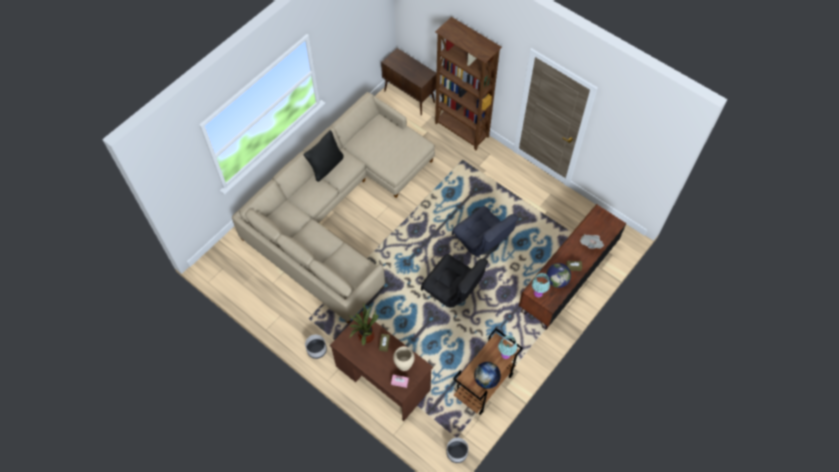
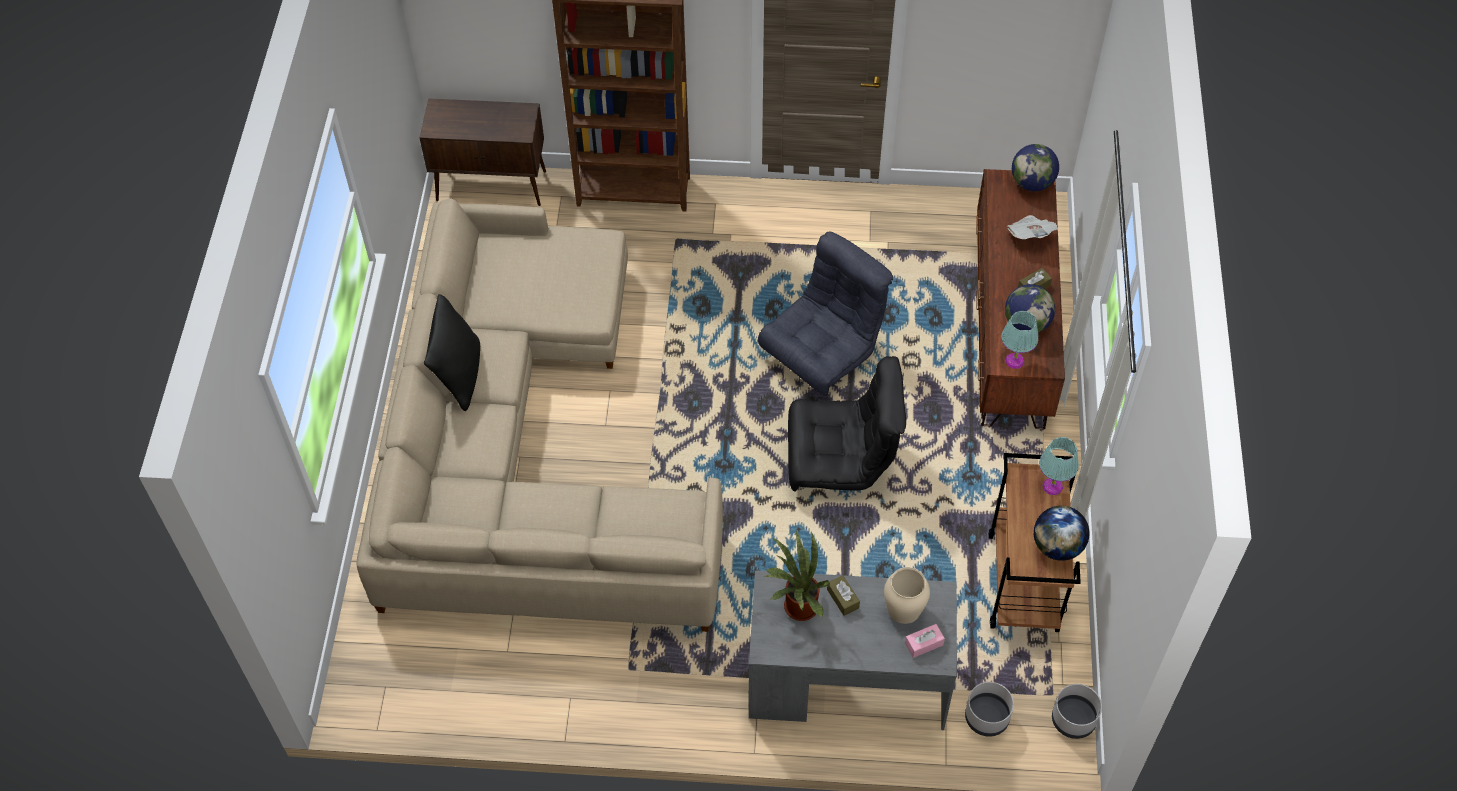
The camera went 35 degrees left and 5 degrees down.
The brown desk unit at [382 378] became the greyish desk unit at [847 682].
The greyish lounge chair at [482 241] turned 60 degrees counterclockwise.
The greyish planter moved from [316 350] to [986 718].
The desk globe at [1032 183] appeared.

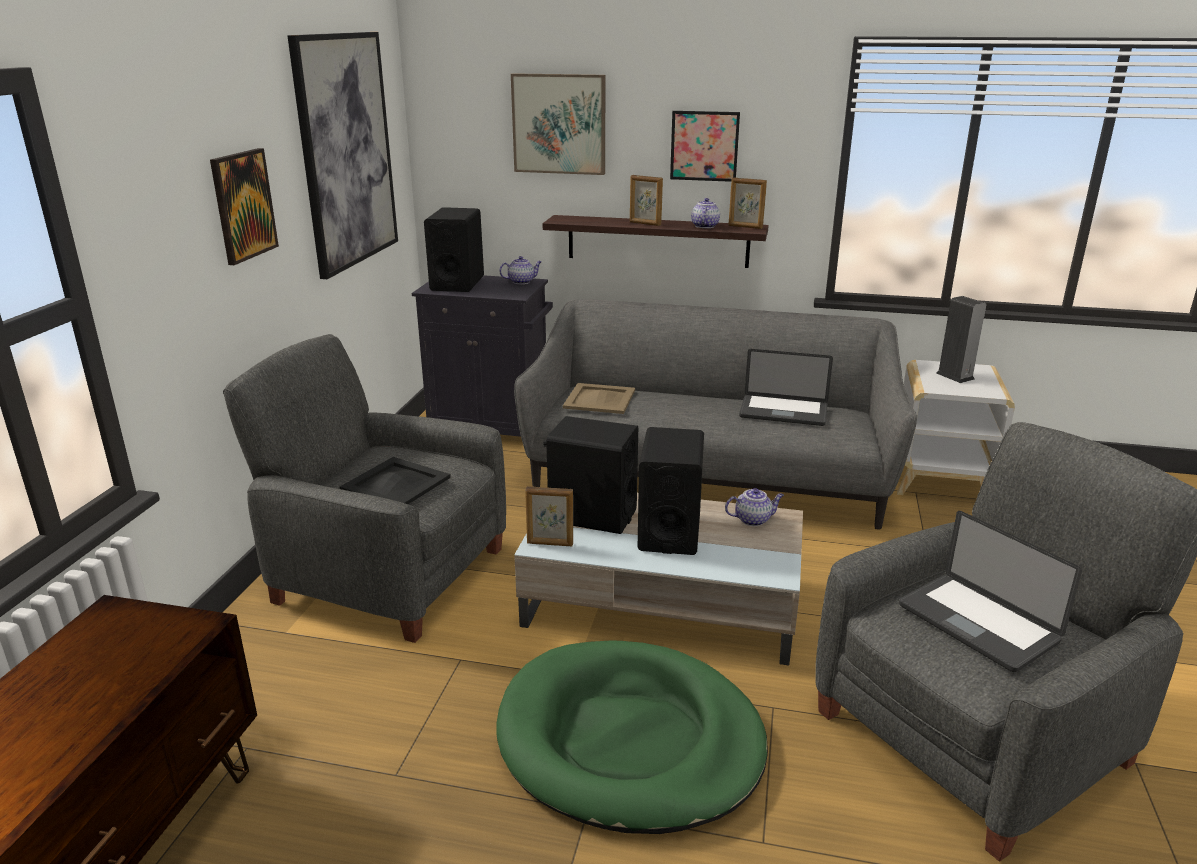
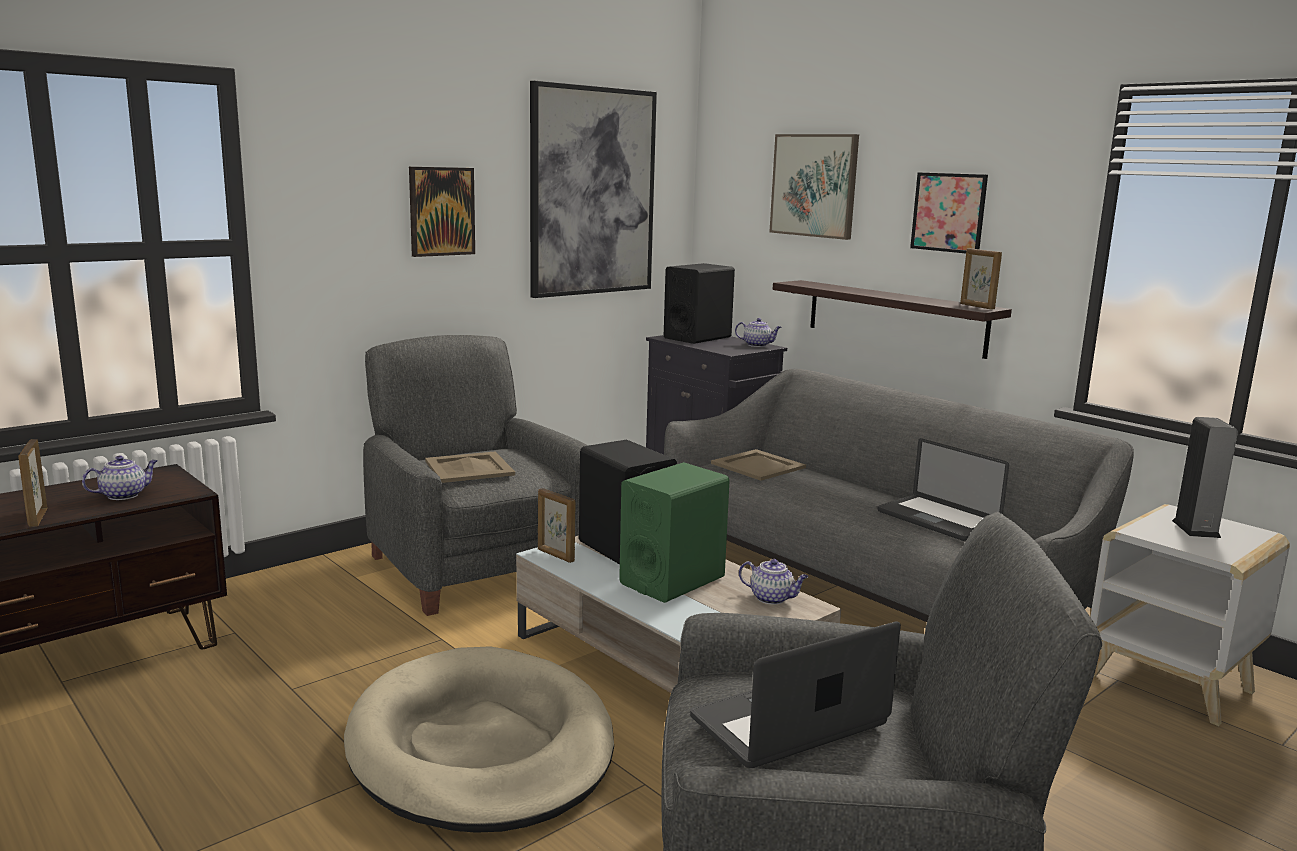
The camera went 35 degrees right and 10 degrees down.
The photo frame moved from [645 224] to [37 517].
The tea pot moved from [704 226] to [124 495].
The greenish pet bed at [629 741] became the beige pet bed at [481 747].
The black serving tray at [397 483] became the beige serving tray at [470 468].
The black speaker at [669 532] became the greenish speaker at [672 580].
The portable computer at [977 623] turned 60 degrees clockwise.

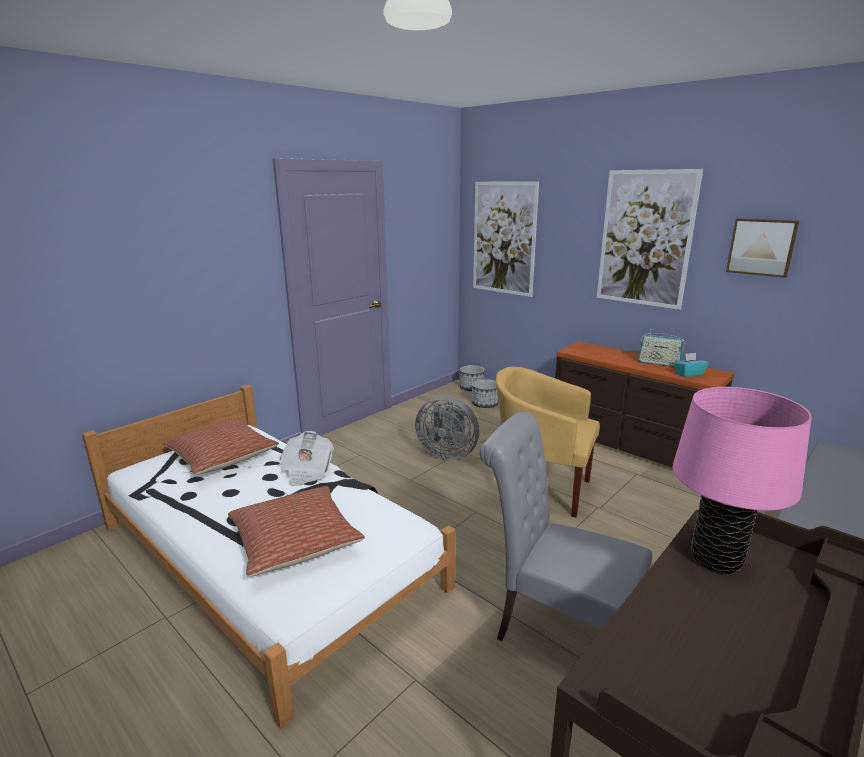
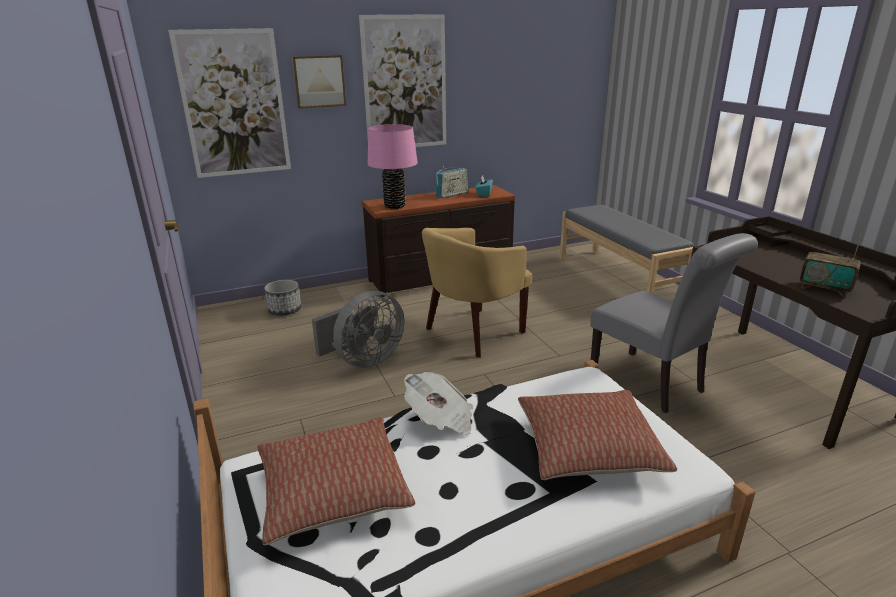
The camera went 65 degrees left and 5 degrees up.
The wall picture moved from [761 247] to [319 81].
The pink-coloured table lamp moved from [716 560] to [394 206].
The greyish plain chair at [557 631] turned 90 degrees counterclockwise.
The radio receiver at [824 288] appeared.
The planter at [471 388] disappeared.

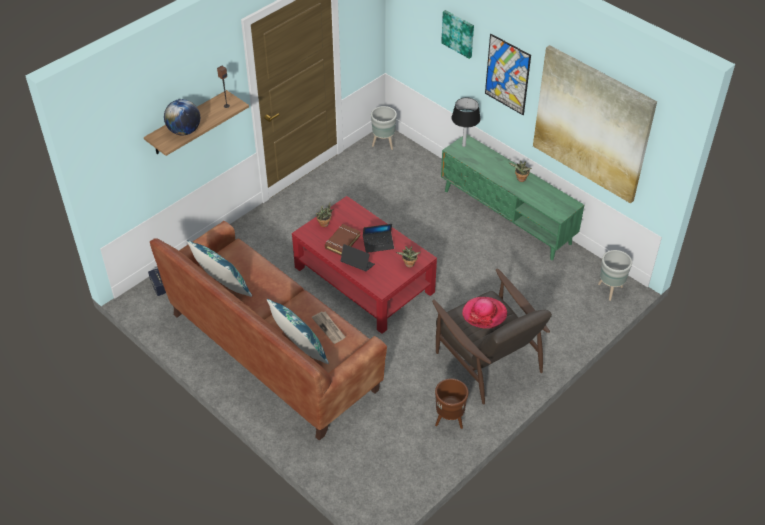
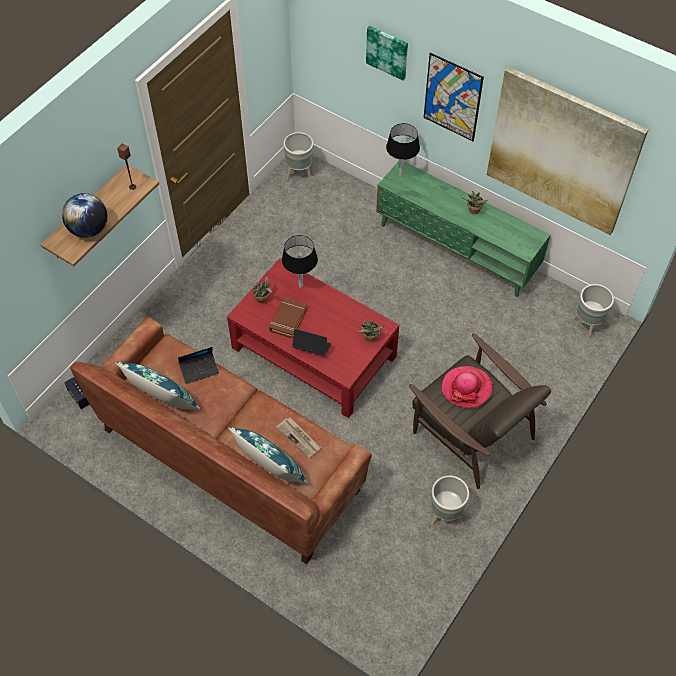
The camera went 10 degrees left and 10 degrees up.
The portable computer moved from [378 244] to [199 370].
The black table lamp at [301 286] appeared.
The brown planter at [449 421] became the greyish planter at [445 516].

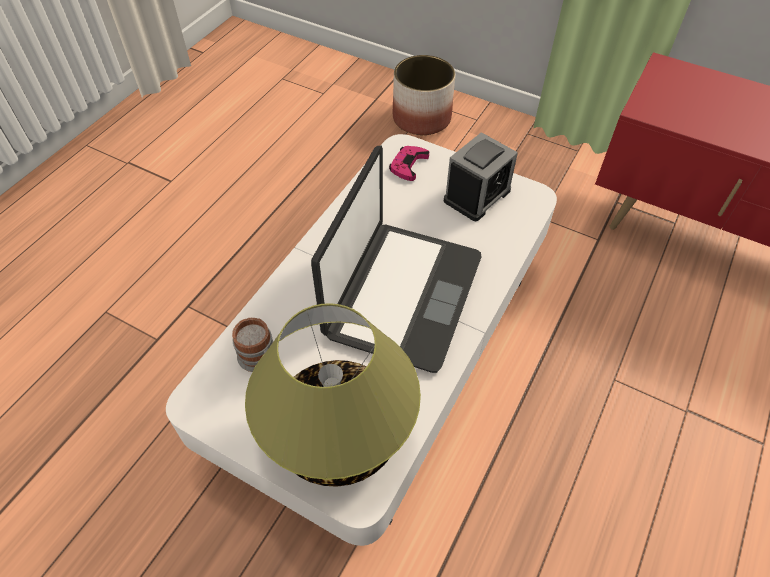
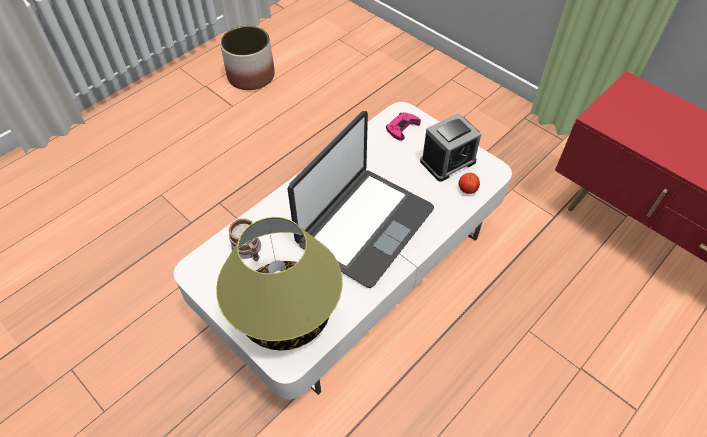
The camera went 15 degrees right and 0 degrees up.
The planter moved from [422 118] to [251 76].
The whole apple at [467 190] appeared.

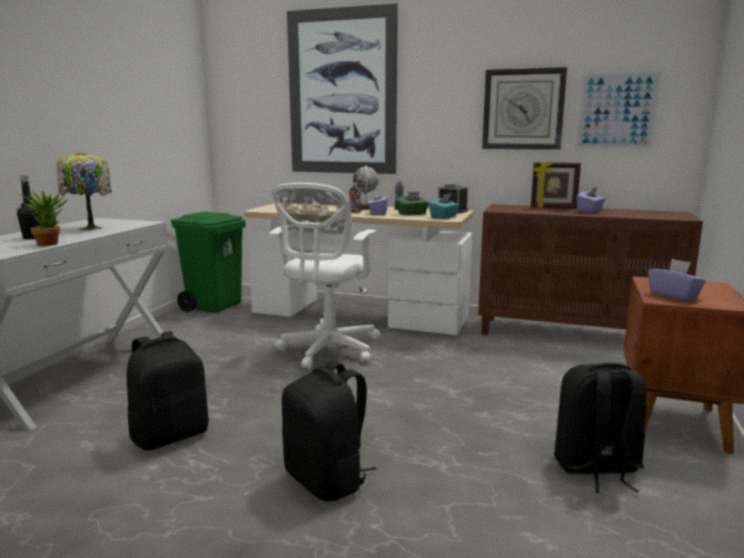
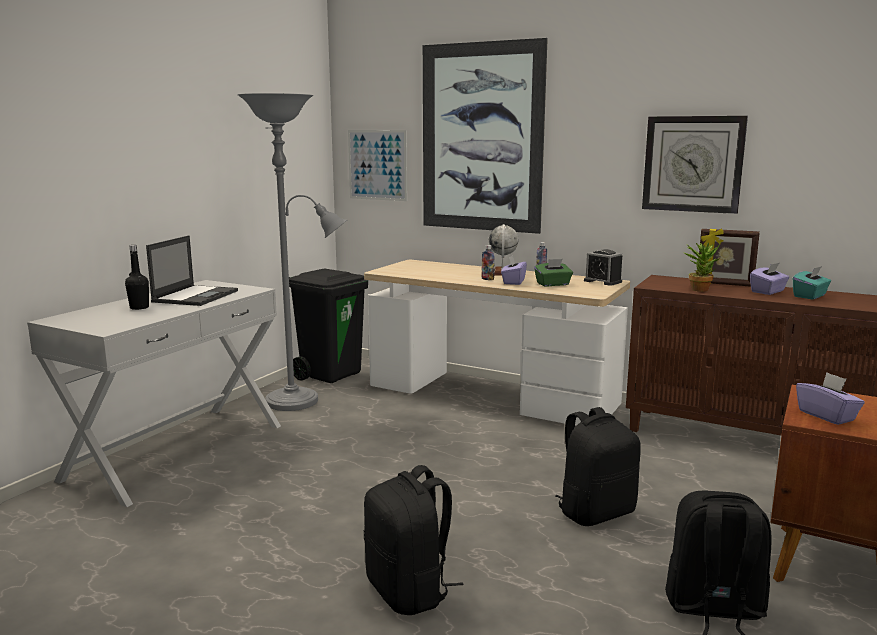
The camera went 10 degrees right and 0 degrees up.
The table lamp at [89 228] was replaced by the portable computer at [196 296].
The greyish floor lamp at [299 401] appeared.
The greenish trash can at [214 306] became the black trash can at [331 375].
The wall picture moved from [616 111] to [377 165].
The black knapsack moved from [171 435] to [595 512].
The potted plant moved from [50 243] to [700 289].
The blue-green box of tissues moved from [444 217] to [810 296].
The white-coloured office chair at [328 351] disappeared.

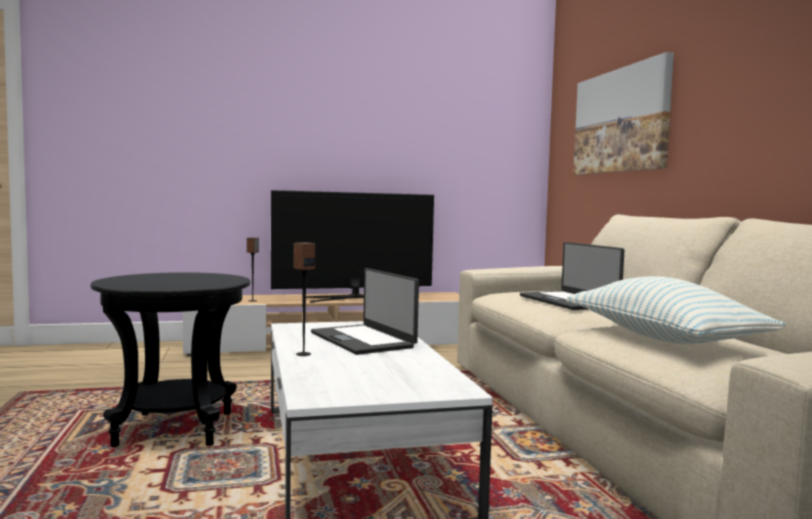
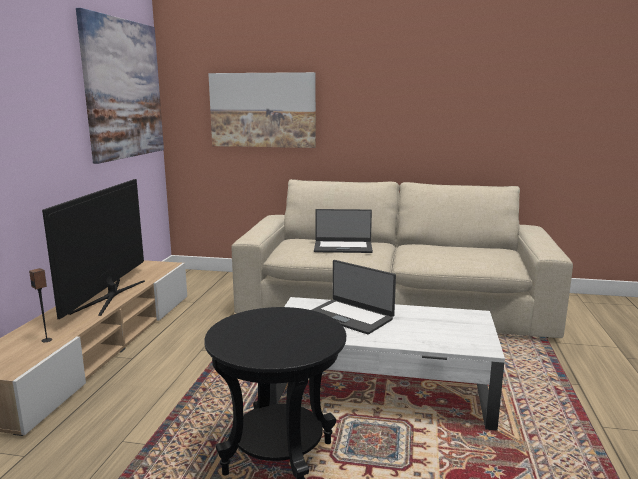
The camera went 65 degrees left and 10 degrees up.
The wall picture at [124 89] appeared.
The portable computer at [363 340] turned 45 degrees clockwise.
The speaker at [303 354] disappeared.
The throw pillow at [662 338] disappeared.

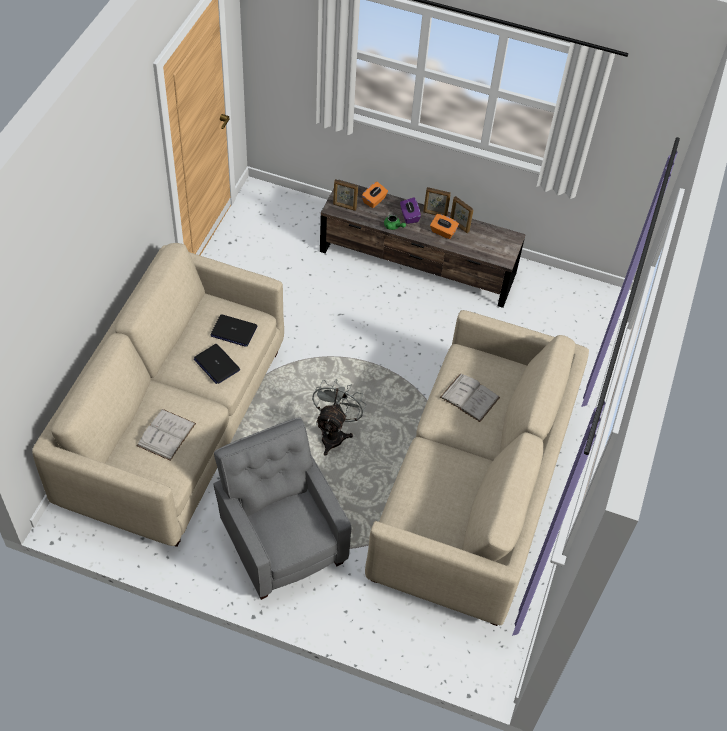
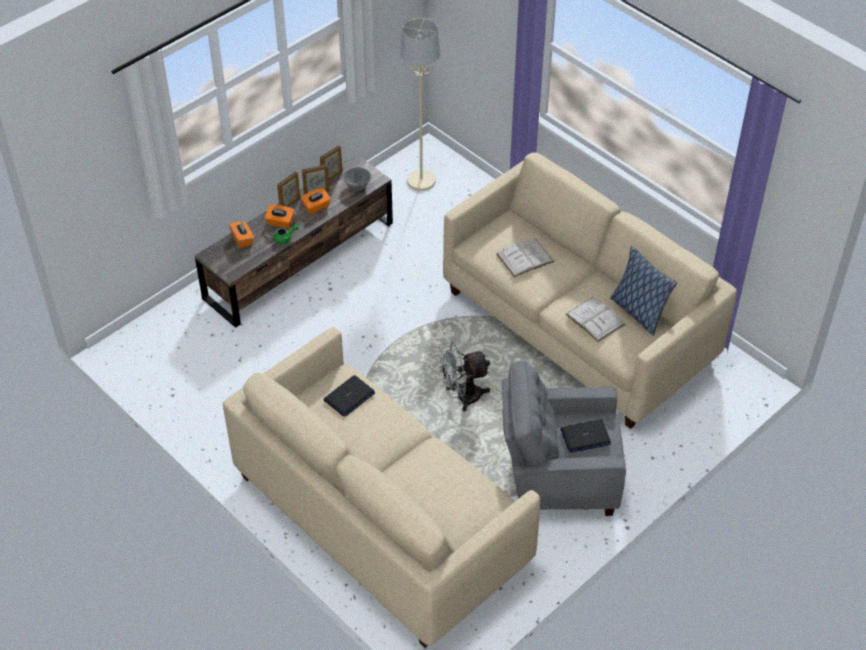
The camera went 60 degrees left and 5 degrees down.
The purple-coloured box of tissues at [409 216] became the orange box of tissues at [280 222].
The photo frame moved from [344 207] to [332 177].
The greyish serving bowl at [358 185] appeared.
The beige floor lamp at [421 180] appeared.
The greyish cooling fan at [334 433] turned 60 degrees counterclockwise.
The portable computer moved from [216 364] to [585 437].
The white-coloured bound book moved from [166 434] to [595 319].
The throw pillow at [638 312] appeared.

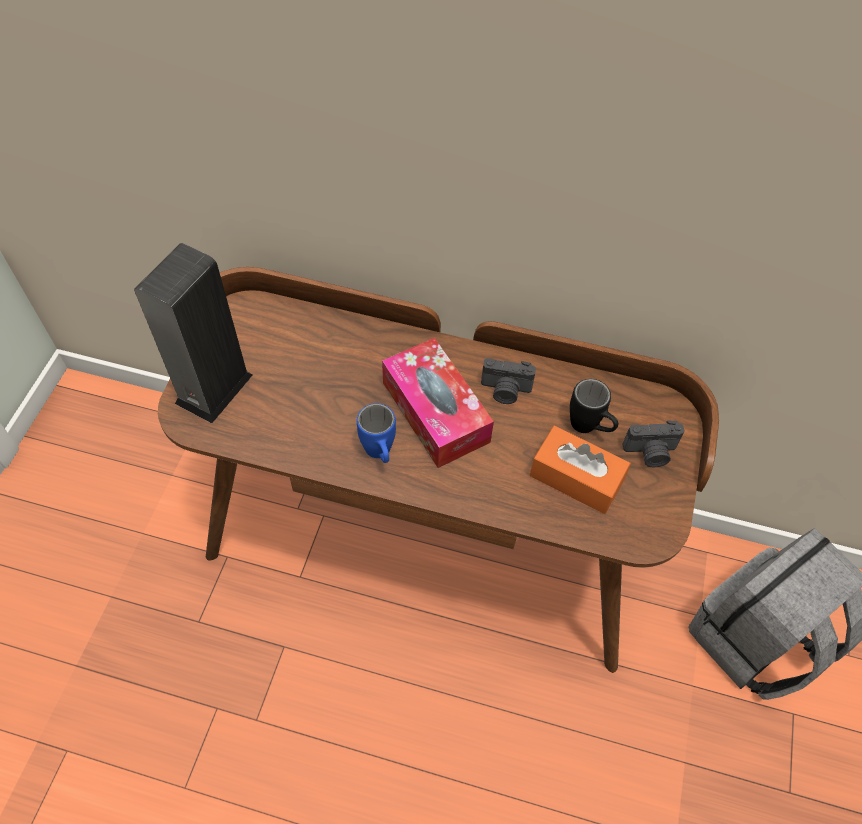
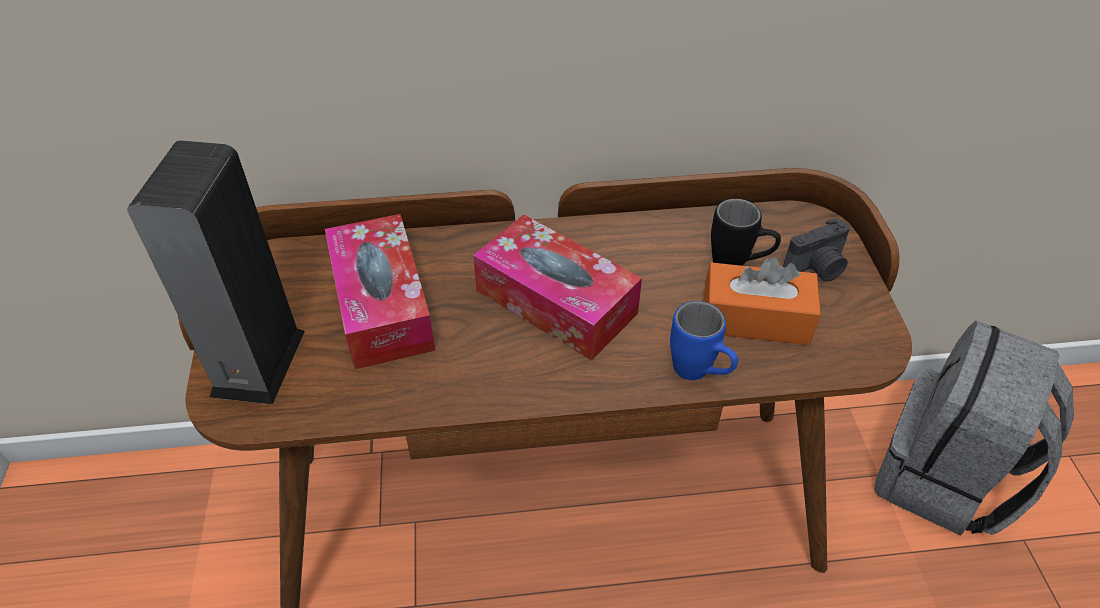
The camera went 20 degrees left and 10 degrees down.
The box of tissues at [382 305] appeared.
The blue mug moved from [380 455] to [699 374].
The photo camera at [505 391] disappeared.

